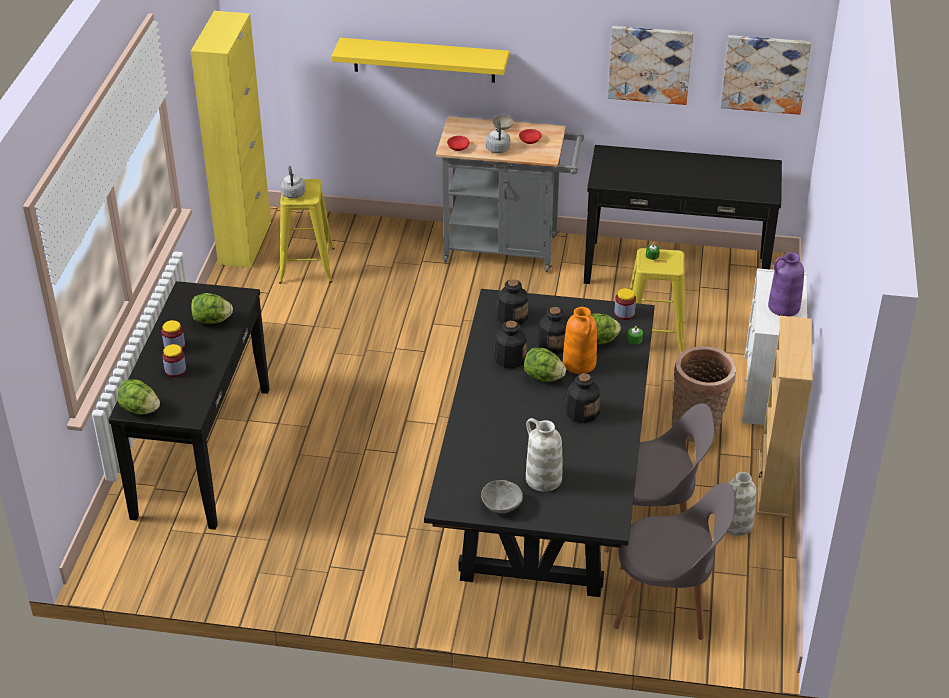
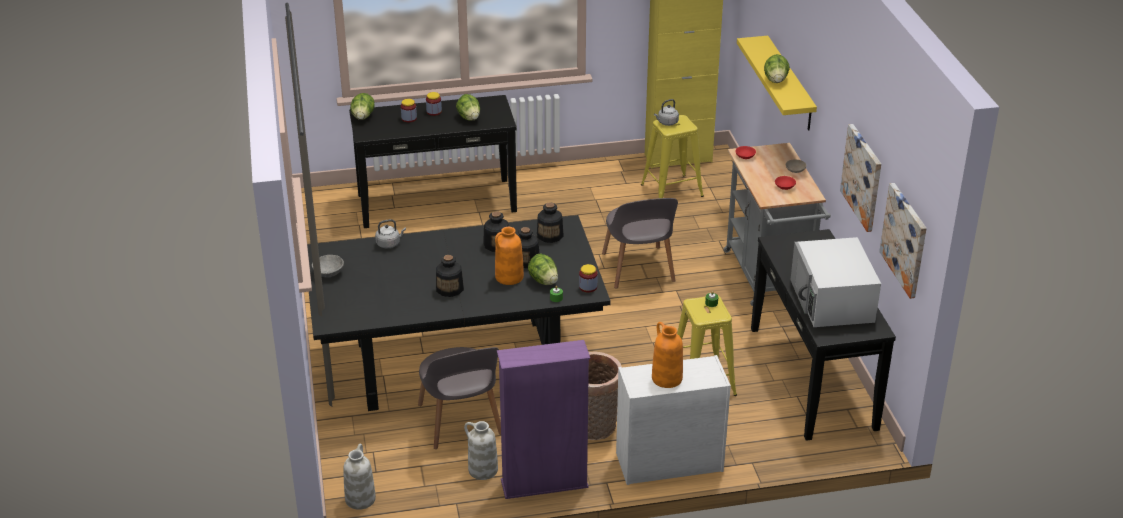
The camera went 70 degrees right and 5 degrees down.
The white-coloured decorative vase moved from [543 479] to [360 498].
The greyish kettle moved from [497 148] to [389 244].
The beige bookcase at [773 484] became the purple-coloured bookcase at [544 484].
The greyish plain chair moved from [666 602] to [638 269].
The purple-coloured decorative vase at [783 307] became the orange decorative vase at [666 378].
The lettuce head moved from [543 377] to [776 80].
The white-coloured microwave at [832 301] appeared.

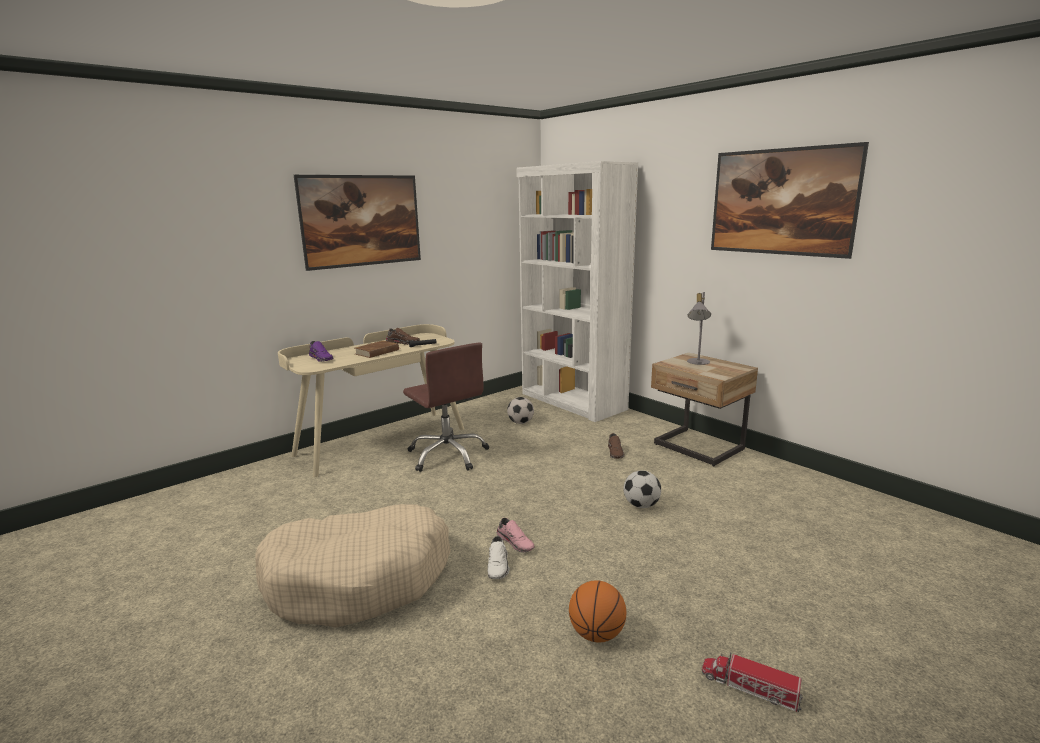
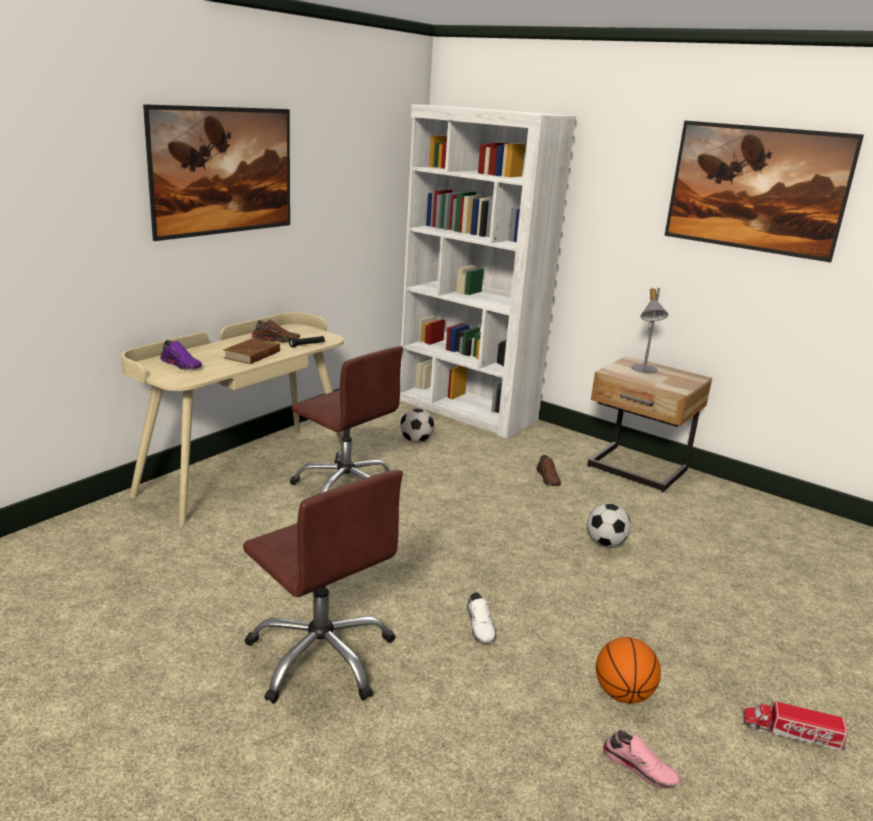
The camera went 15 degrees left and 5 degrees up.
The beige pet bed at [359 578] was replaced by the brown office chair at [321 656].
The pink-coloured shoe moved from [516 542] to [640 767].

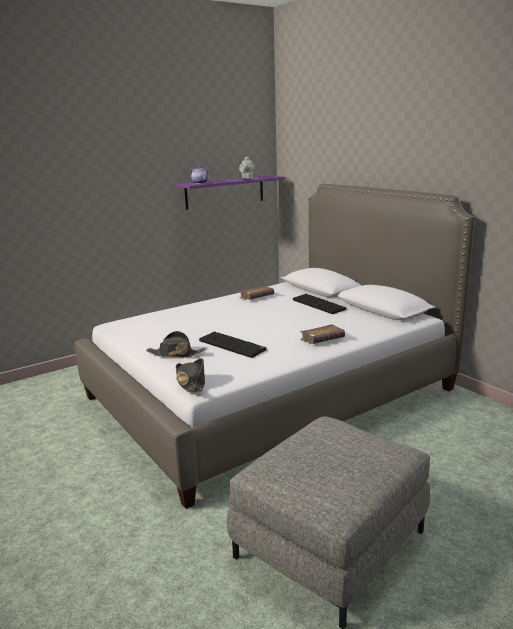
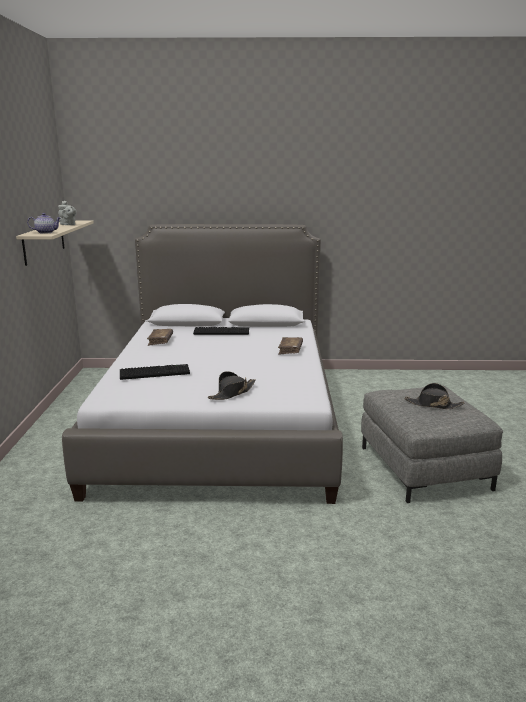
The camera went 55 degrees left and 0 degrees up.
The purple-coloured wall shelf at [225 192] became the beige wall shelf at [44 242].
The computer keyboard moved from [233 345] to [155 372].
The black hat moved from [191 382] to [433 405].

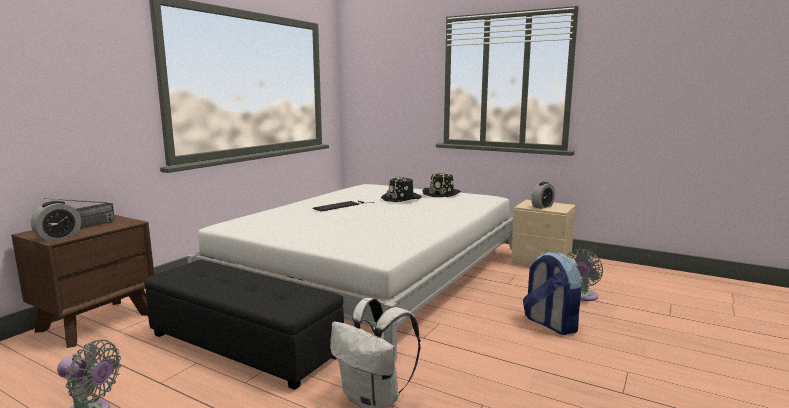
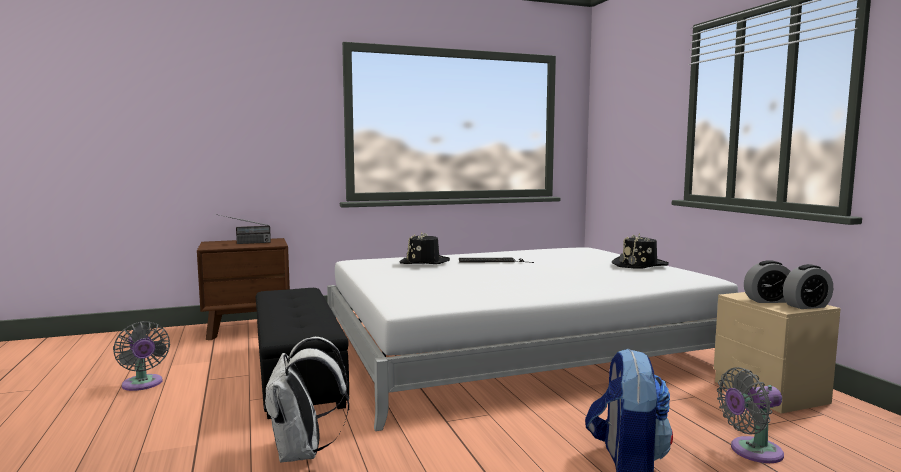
The camera went 40 degrees right and 5 degrees down.
The black hat moved from [401 198] to [424 262].
The table clock moved from [58 237] to [806 306].

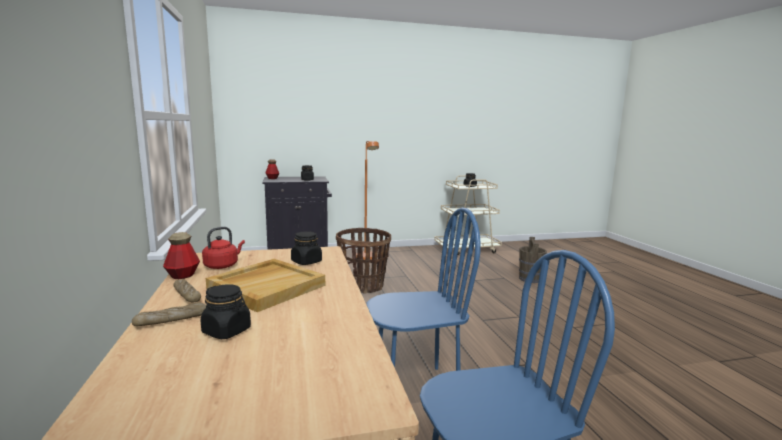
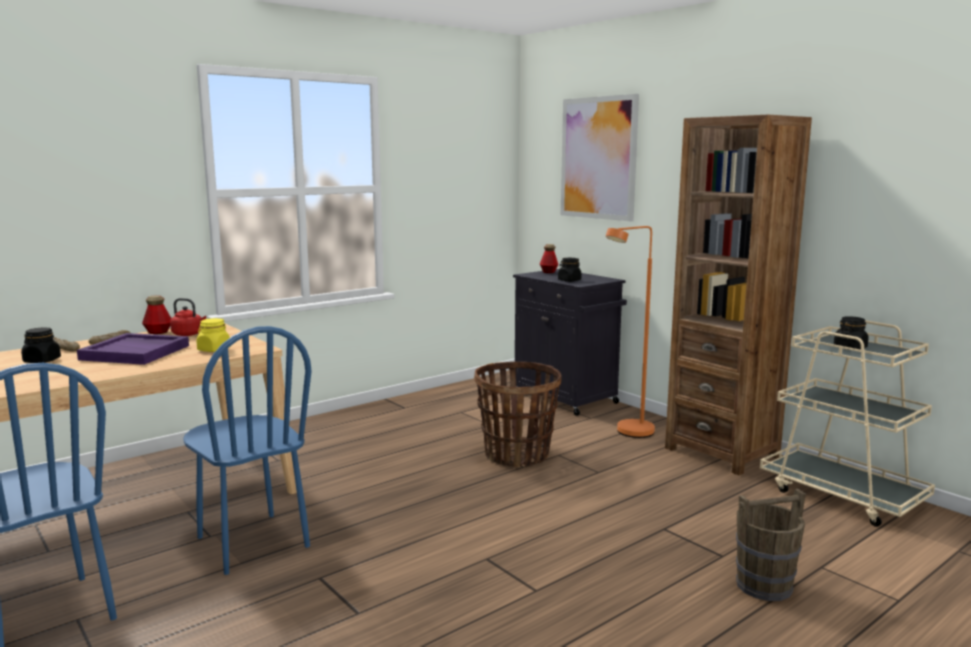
The camera went 65 degrees right and 0 degrees up.
The beige serving tray at [267 286] became the purple-coloured serving tray at [136 352].
The black jar at [306 262] became the yellowish jar at [214 350].
The wall picture at [598 158] appeared.
The brown bookcase at [722 452] appeared.

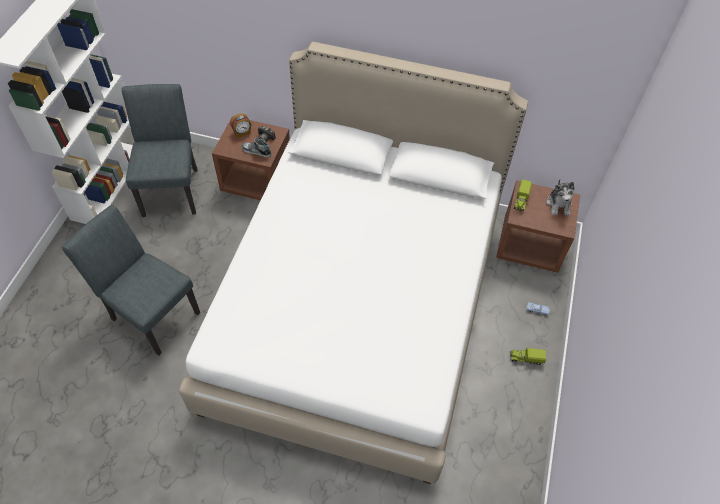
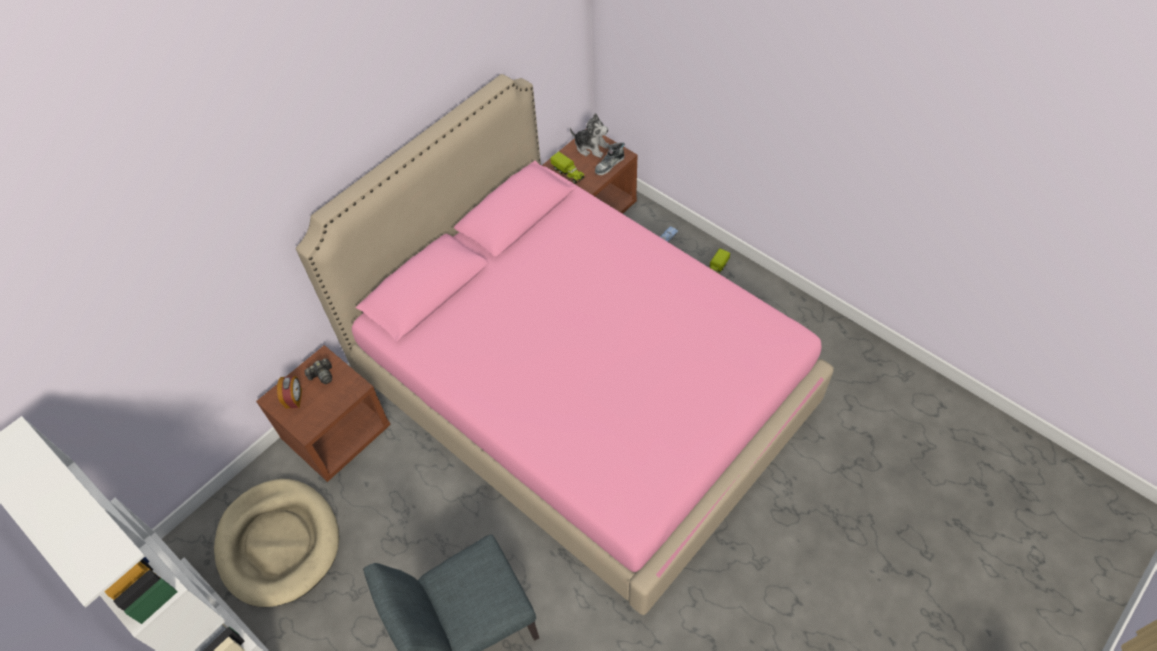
The camera went 60 degrees left and 0 degrees up.
The greyish plain chair at [171 187] was replaced by the beige pet bed at [279 543].
The white-coloured bed at [358 306] became the pink-coloured bed at [582 393].
The shoe moved from [256 151] to [609 165].

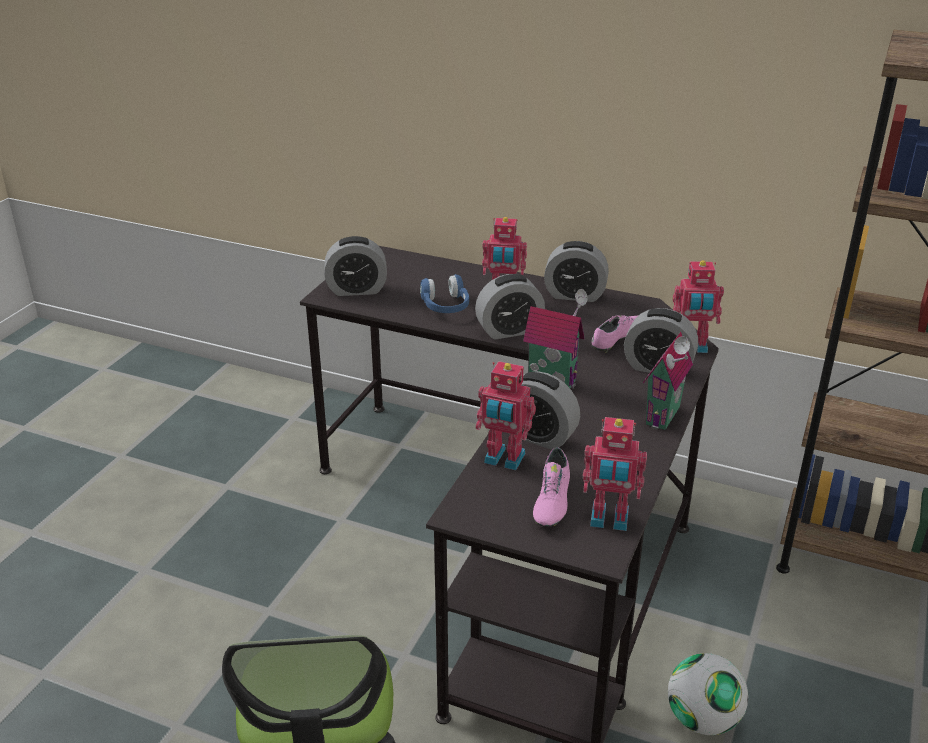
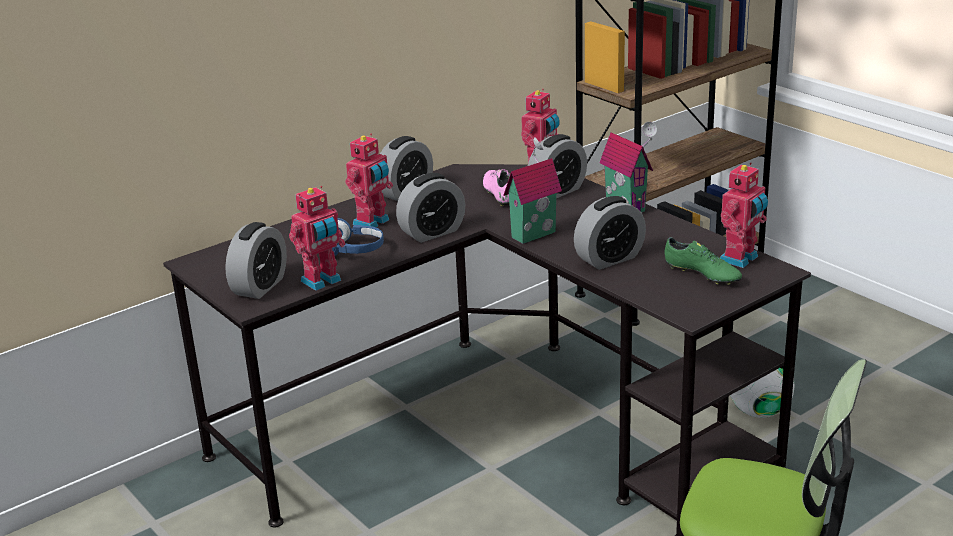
The camera went 60 degrees left and 5 degrees down.
The robot figure moved from [503 460] to [322 282].
The table clock at [509 330] turned 45 degrees clockwise.
The pink-coloured shoe at [551 501] became the greenish shoe at [702 274].

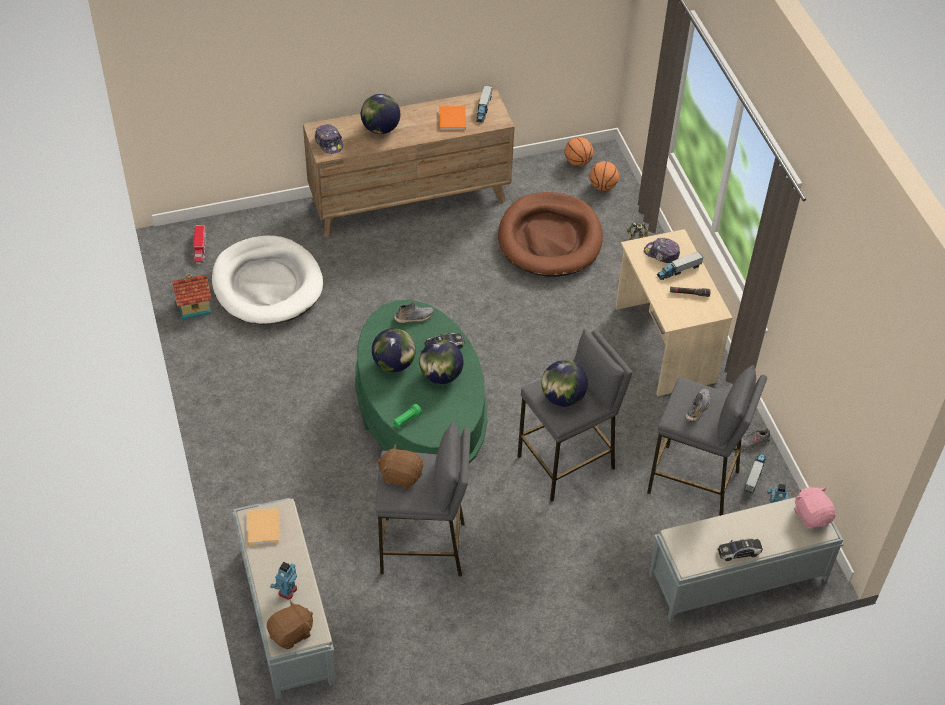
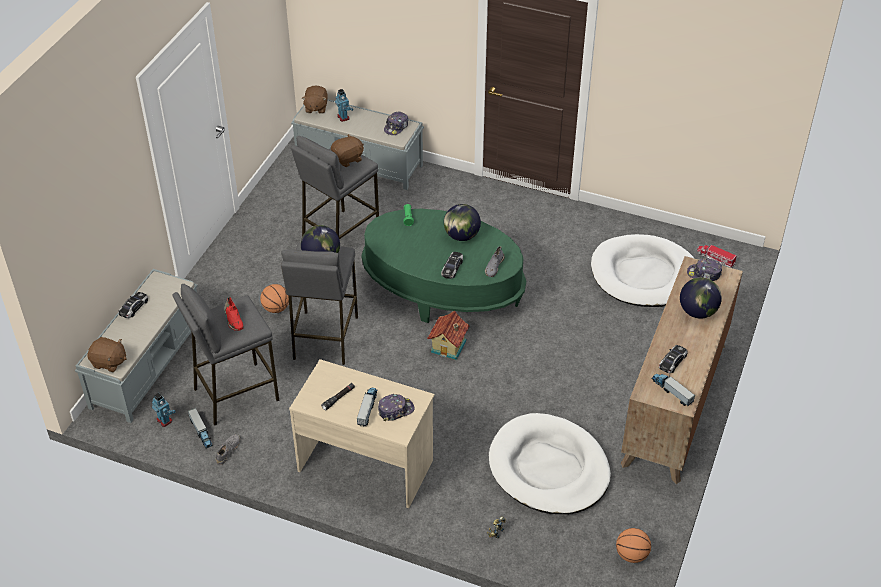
The camera went 130 degrees right and 5 degrees down.
The pink-coloured plush toy at [812 515] became the brown plush toy at [109 362].
The greyish shoe at [698 408] became the reddish shoe at [233 319].
The ball for basketball moved from [602 186] to [276 308].
The beige bound book at [263 526] was replaced by the peaked cap at [396 127].
The toy house moved from [193 305] to [449 346].
The brown pet bed at [550 238] became the white-coloured pet bed at [549 468].
The orange bound book at [452 120] was replaced by the model car at [672 362].
The desk globe at [440 376] disappeared.

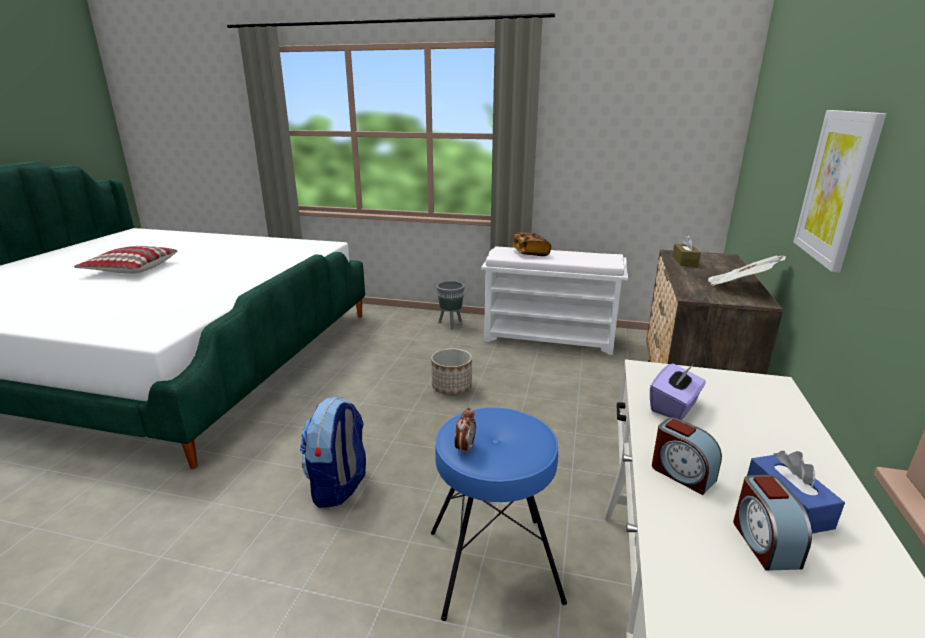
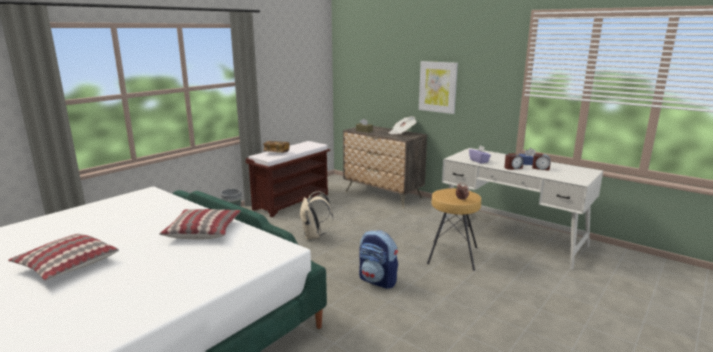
The camera went 65 degrees left and 5 degrees down.
The throw pillow at [203 231] appeared.
The white-coloured bench at [550 338] became the brown bench at [292 201].
The planter at [451 387] was replaced by the beige knapsack at [314 236].
The blue stool seat at [493 564] became the brown stool seat at [452 255].

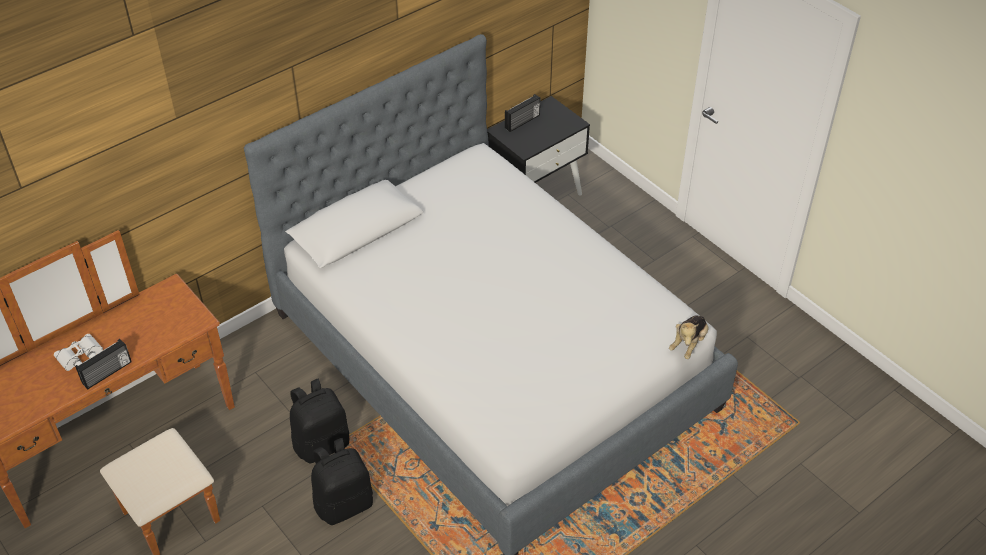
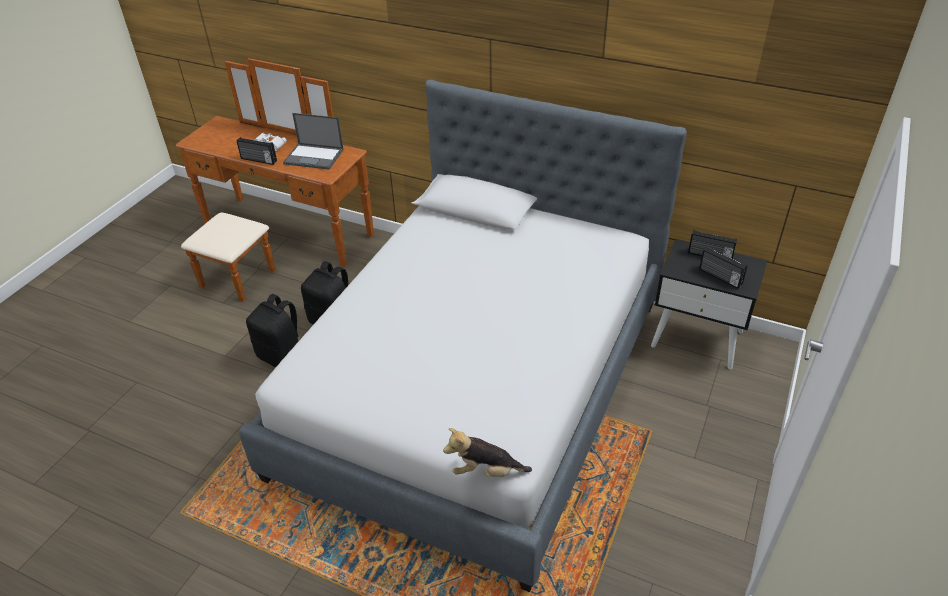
The camera went 65 degrees right and 5 degrees down.
The portable computer at [314 156] appeared.
The radio receiver at [720 277] appeared.

